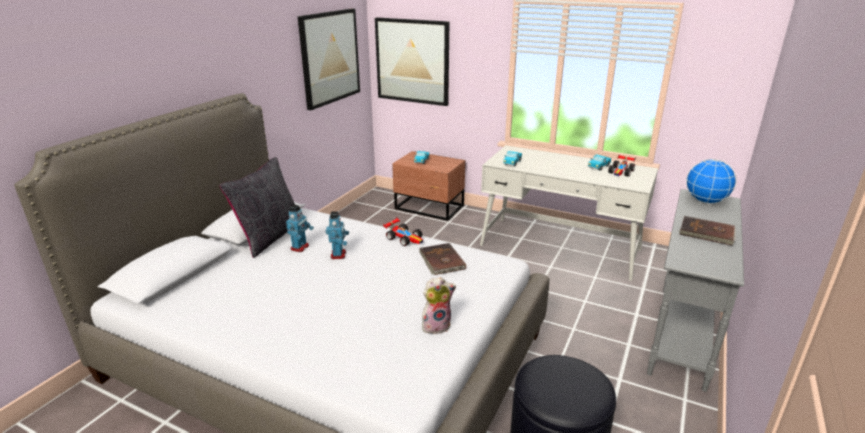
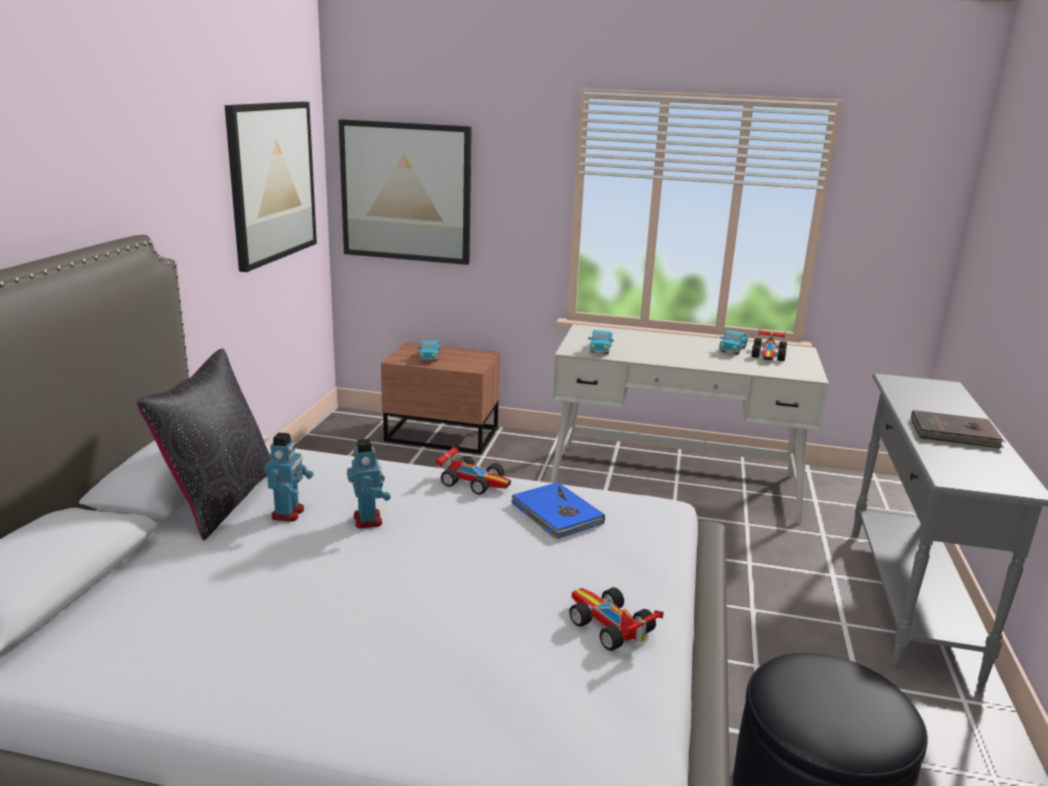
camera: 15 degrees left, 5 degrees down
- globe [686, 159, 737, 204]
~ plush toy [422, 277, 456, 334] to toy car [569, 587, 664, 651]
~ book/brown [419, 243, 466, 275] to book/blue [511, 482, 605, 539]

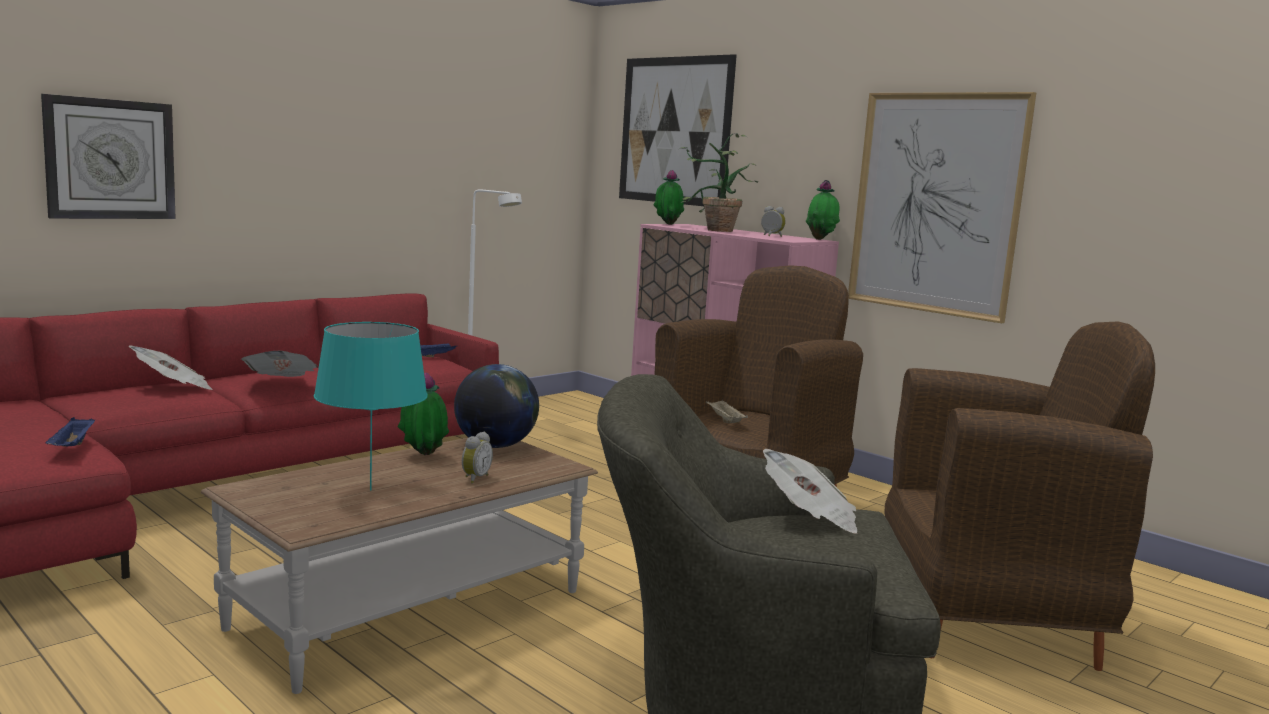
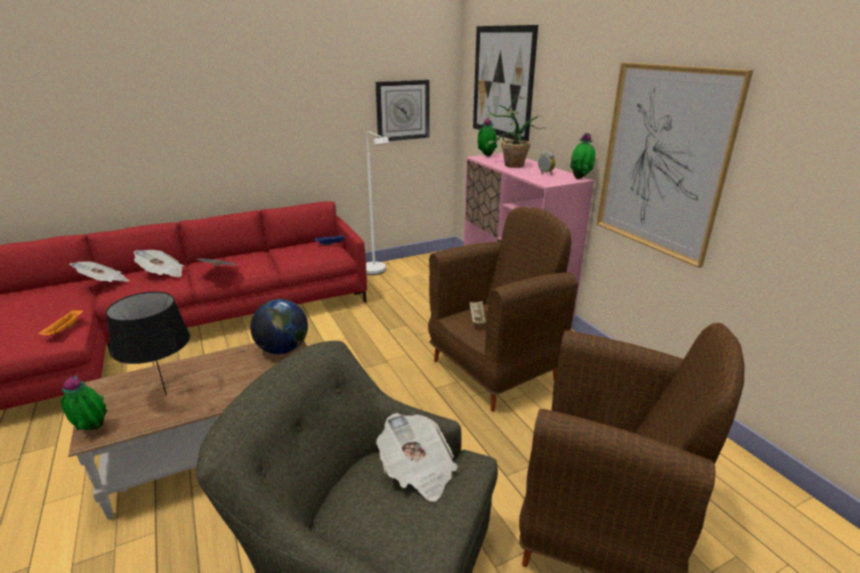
camera: 20 degrees right, 15 degrees up
- alarm clock [462, 432, 493, 484]
+ newspaper [70, 261, 129, 282]
~ wall clock [41, 94, 176, 219] to [376, 80, 429, 141]
~ potted plant [398, 372, 449, 455] to [61, 375, 107, 430]
~ tray/blue [45, 417, 95, 446] to tray/orange [38, 309, 83, 335]
~ table lamp/turquoise [314, 322, 428, 490] to table lamp/black [106, 292, 190, 395]

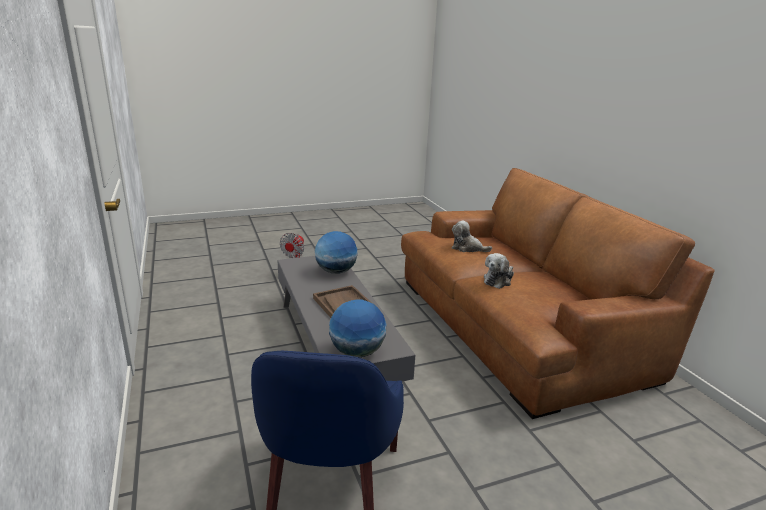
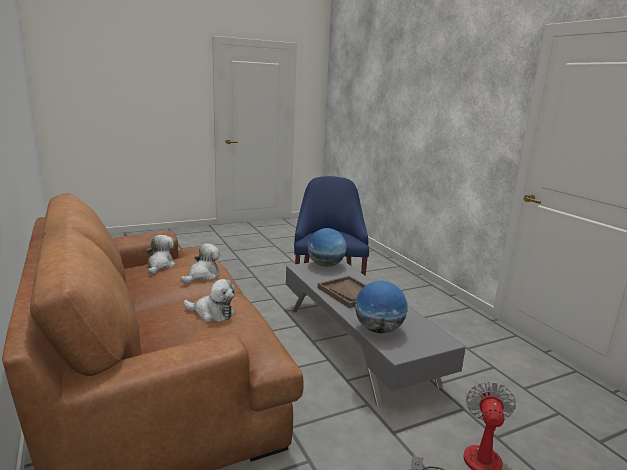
camera: 175 degrees right, 5 degrees down
+ plush toy [146, 235, 175, 275]

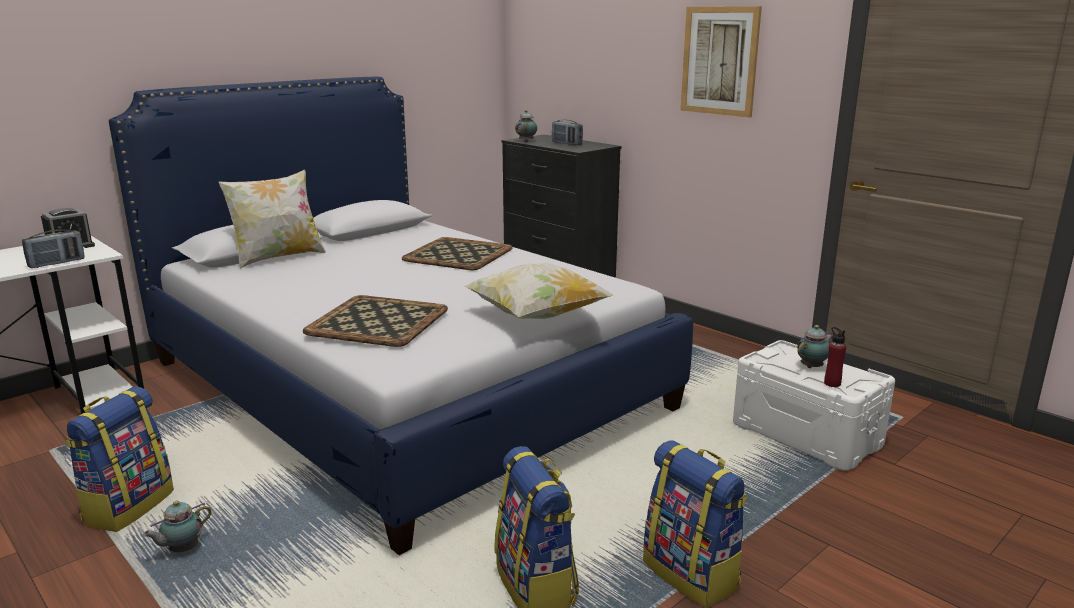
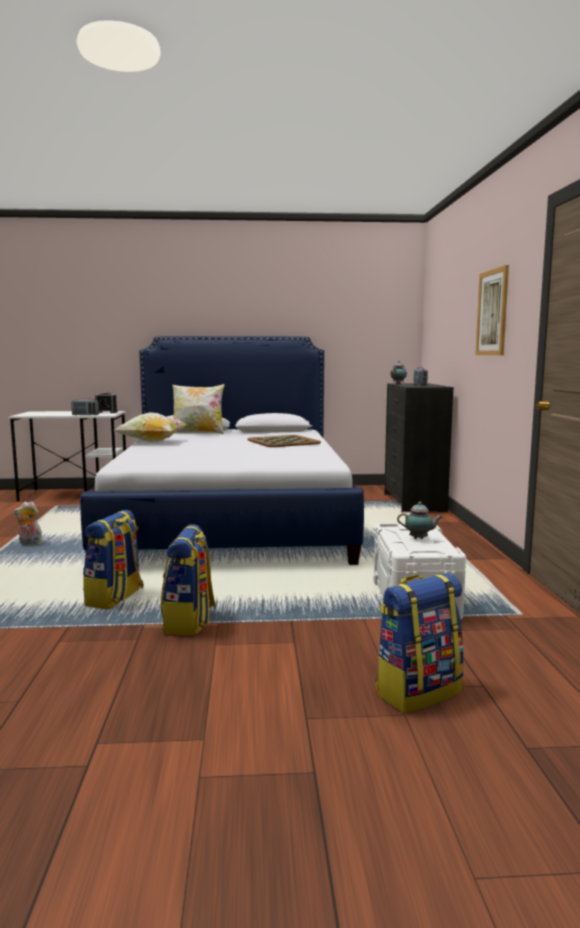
camera: 40 degrees right, 10 degrees down
- tray [303, 295, 448, 347]
- bottle/red [824, 327, 846, 387]
~ backpack [65, 386, 174, 532] to [376, 573, 464, 713]
~ pillow [464, 262, 613, 319] to [113, 412, 188, 442]
~ teapot [143, 501, 212, 552] to plush toy [14, 501, 43, 546]

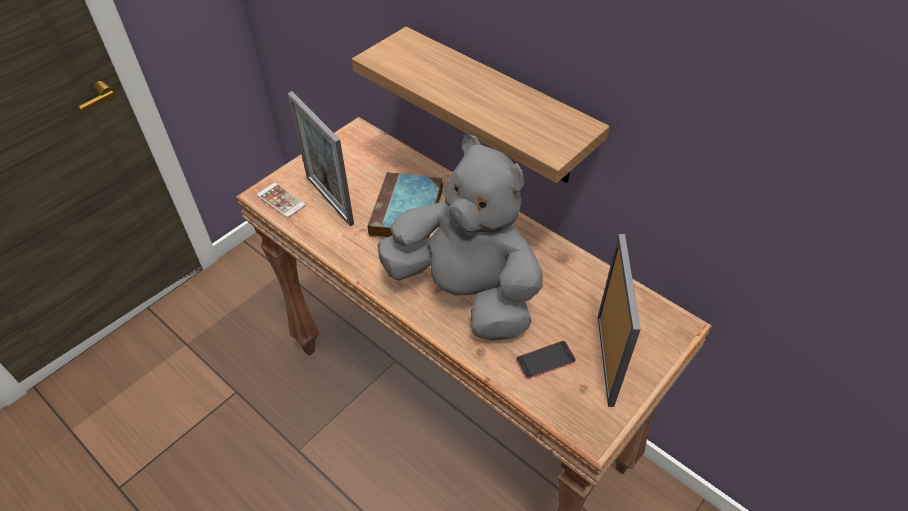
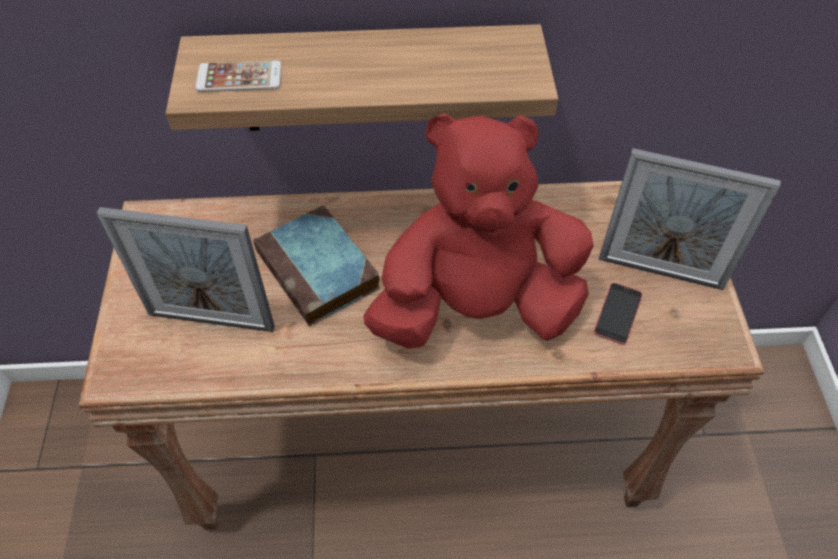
camera: 45 degrees left, 5 degrees up
~ phone [257, 183, 306, 218] to [195, 60, 282, 92]
~ plush toy/grey [378, 135, 543, 341] to plush toy/red [363, 113, 593, 348]
~ picture frame [598, 234, 641, 407] = [599, 148, 781, 290] 150 degrees clockwise

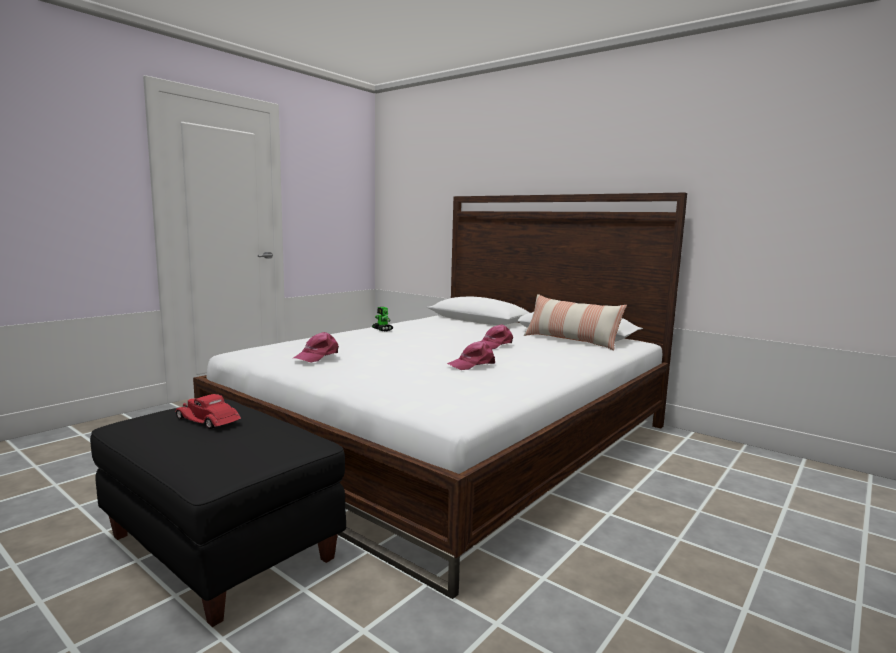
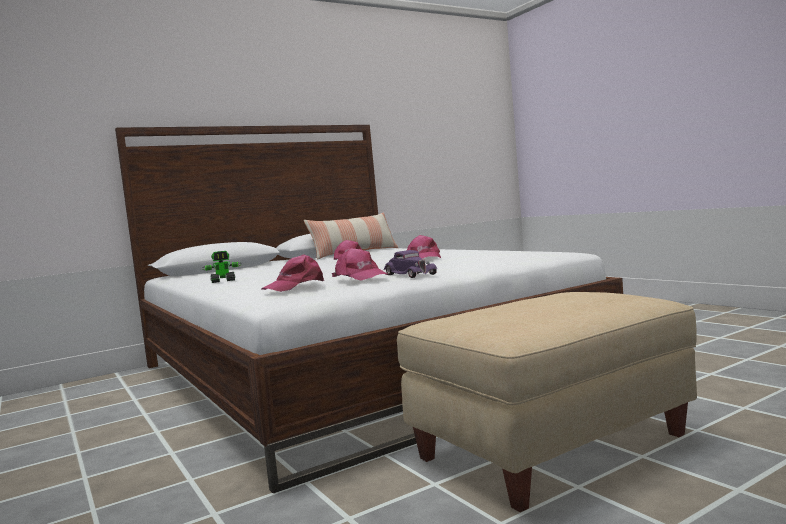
camera: 70 degrees left, 5 degrees down
- toy car/red [175, 394, 241, 429]
+ cap/pink [262, 254, 324, 292]
+ toy car/purple [384, 250, 437, 278]
~ ottoman/black [90, 399, 346, 627] to ottoman/beige [397, 292, 697, 512]

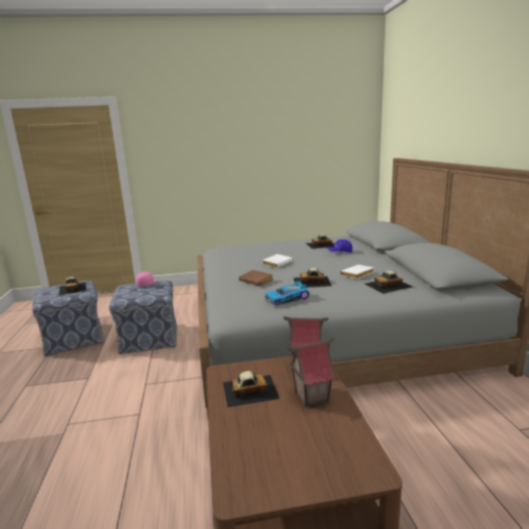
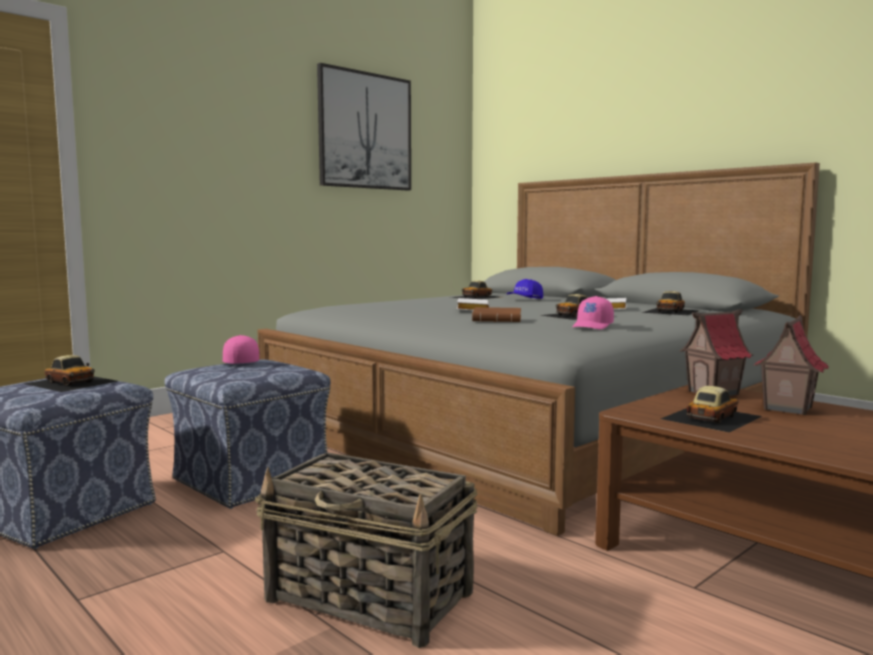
camera: 35 degrees left, 10 degrees down
+ basket [255, 452, 478, 648]
+ picture [317, 63, 411, 190]
~ toy car [264, 281, 309, 306] to cap/pink [572, 296, 614, 330]

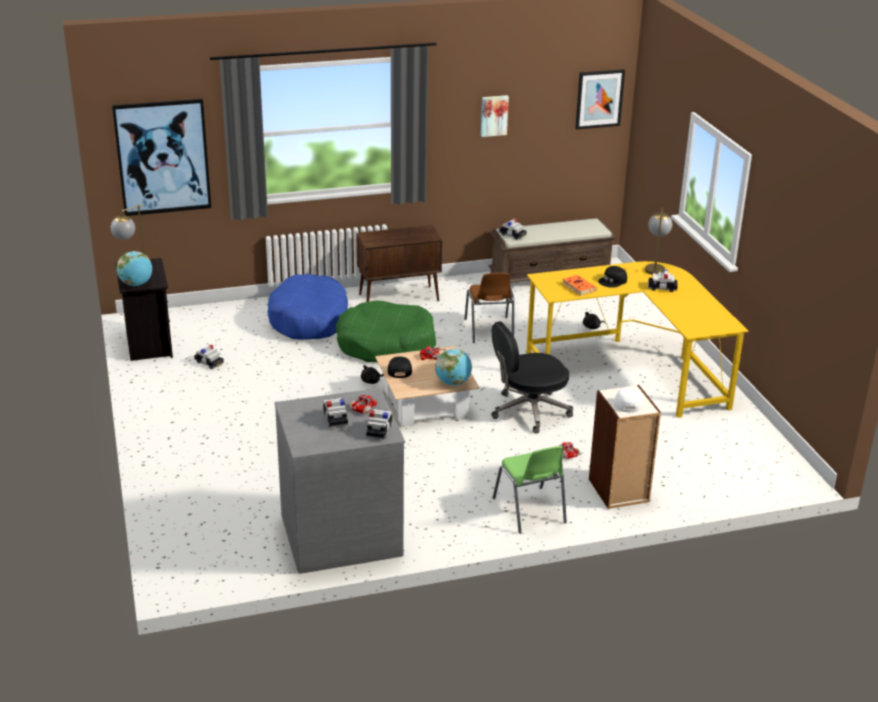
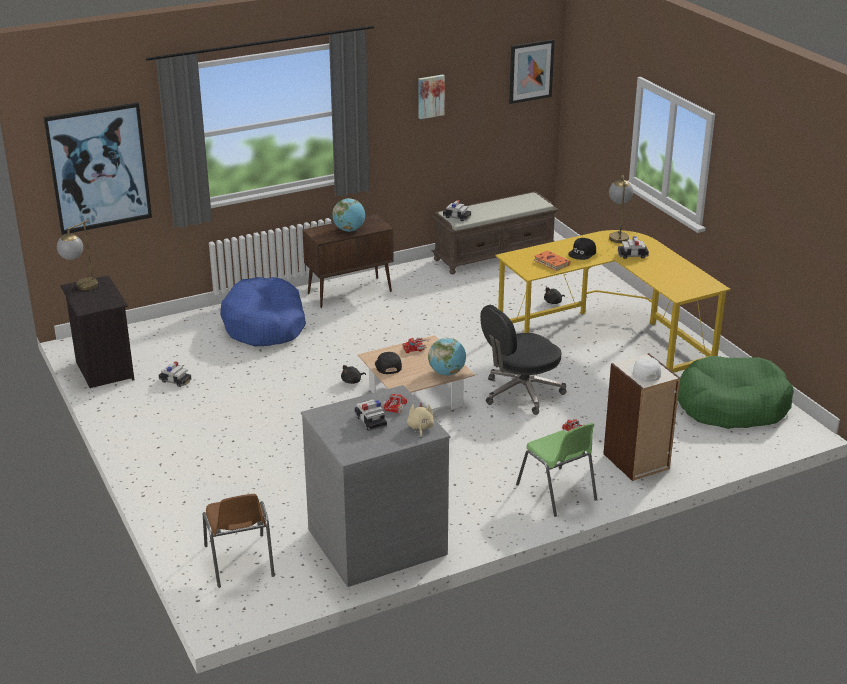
camera: 10 degrees left, 0 degrees up
~ globe [117, 251, 152, 286] to [332, 198, 365, 232]
~ dog bed/green [336, 300, 436, 362] to [678, 356, 794, 429]
~ chair/brown [465, 273, 514, 343] to [203, 494, 275, 588]
~ toy car [366, 409, 393, 440] to plush toy/beige [407, 403, 434, 438]

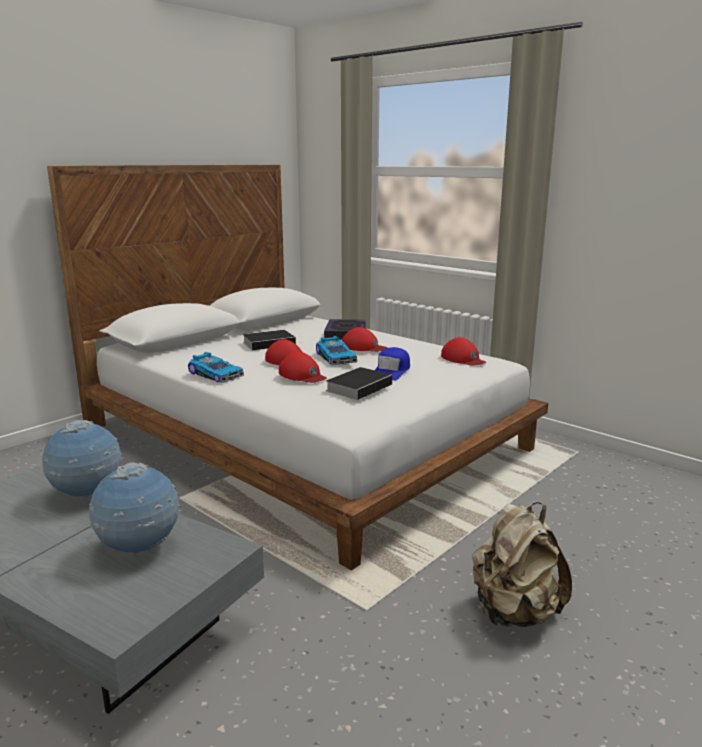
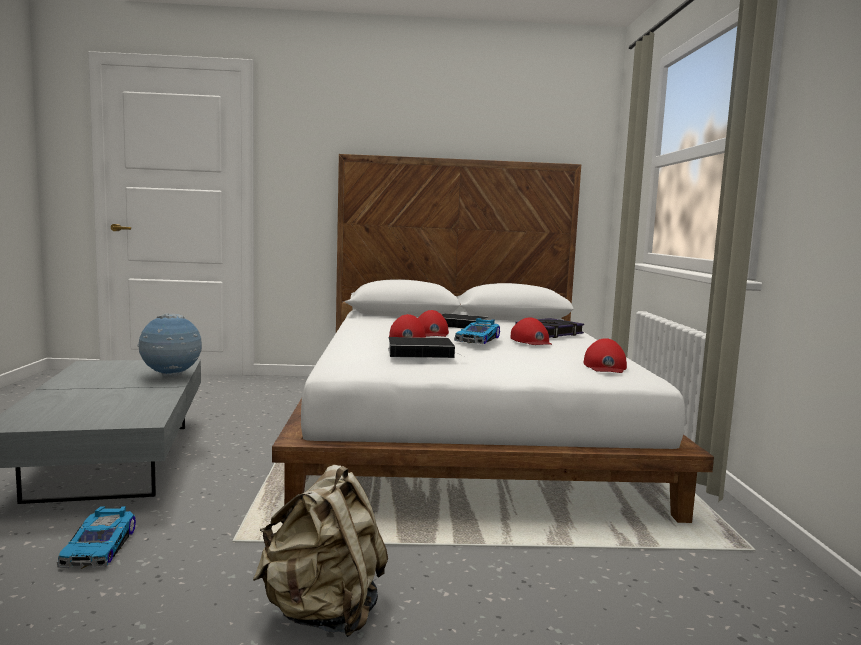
camera: 45 degrees right, 10 degrees down
- globe [89, 462, 181, 555]
- cap/blue [375, 347, 410, 380]
~ toy car [188, 352, 244, 383] to [57, 506, 136, 569]

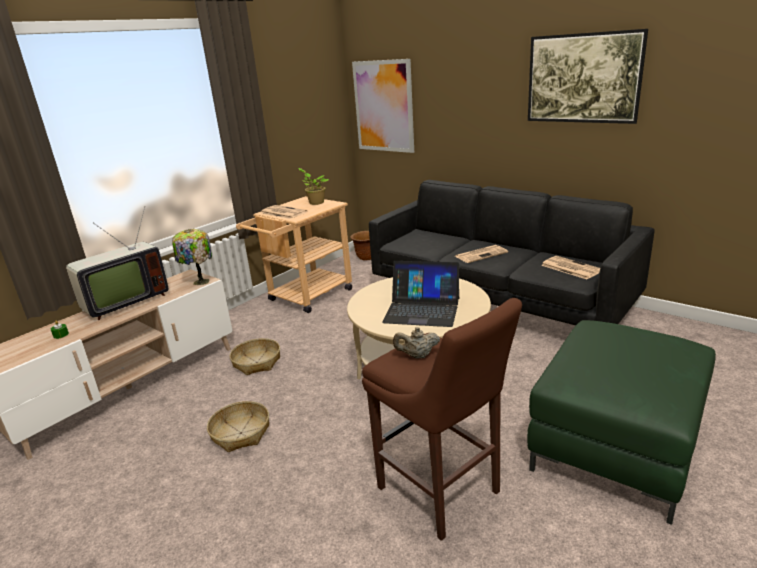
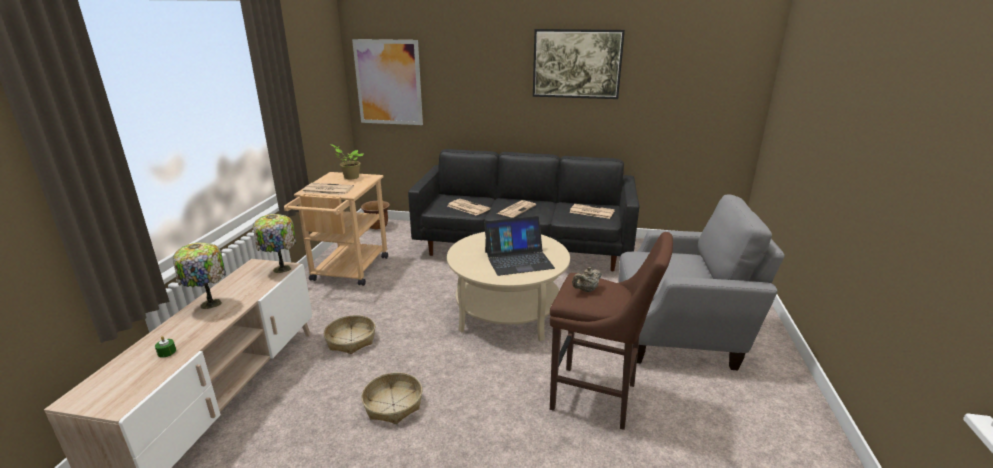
camera: 30 degrees left, 0 degrees up
+ newspaper [448, 199, 490, 216]
~ television [66, 206, 169, 320] to table lamp [173, 242, 226, 309]
~ ottoman/green [527, 320, 716, 525] to armchair/grey [618, 194, 785, 370]

